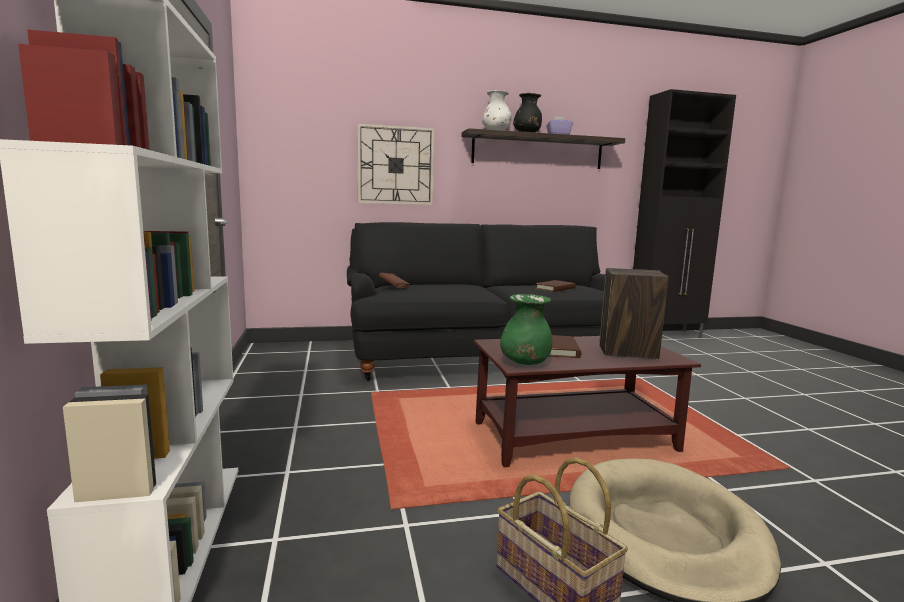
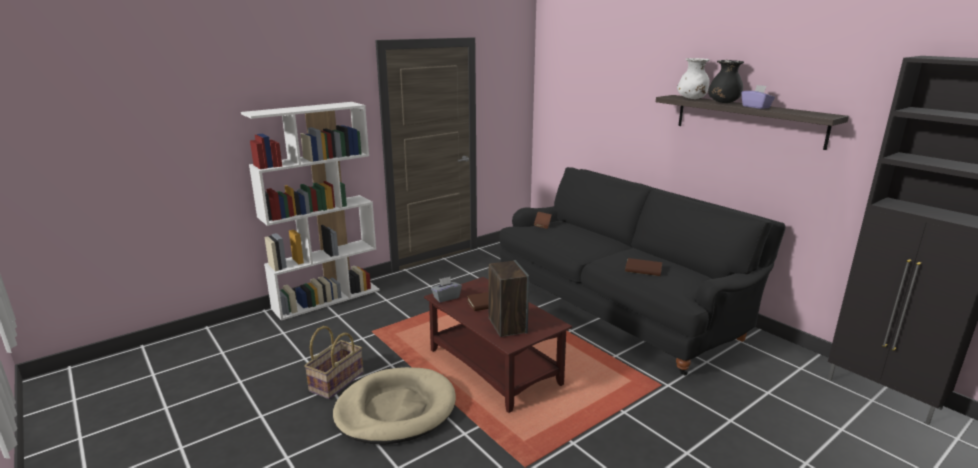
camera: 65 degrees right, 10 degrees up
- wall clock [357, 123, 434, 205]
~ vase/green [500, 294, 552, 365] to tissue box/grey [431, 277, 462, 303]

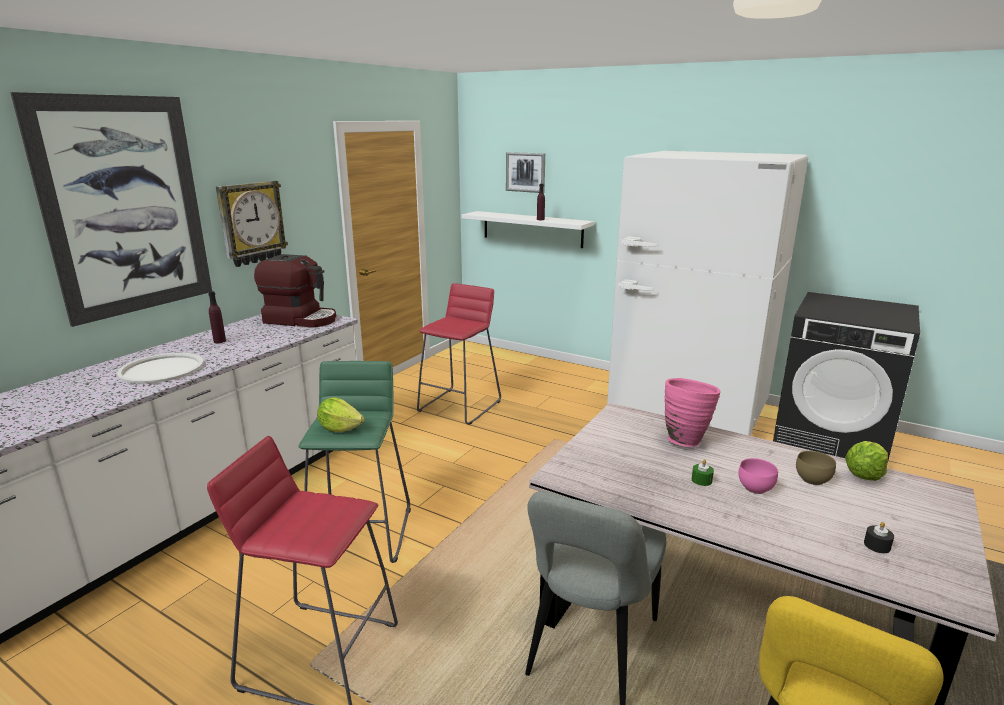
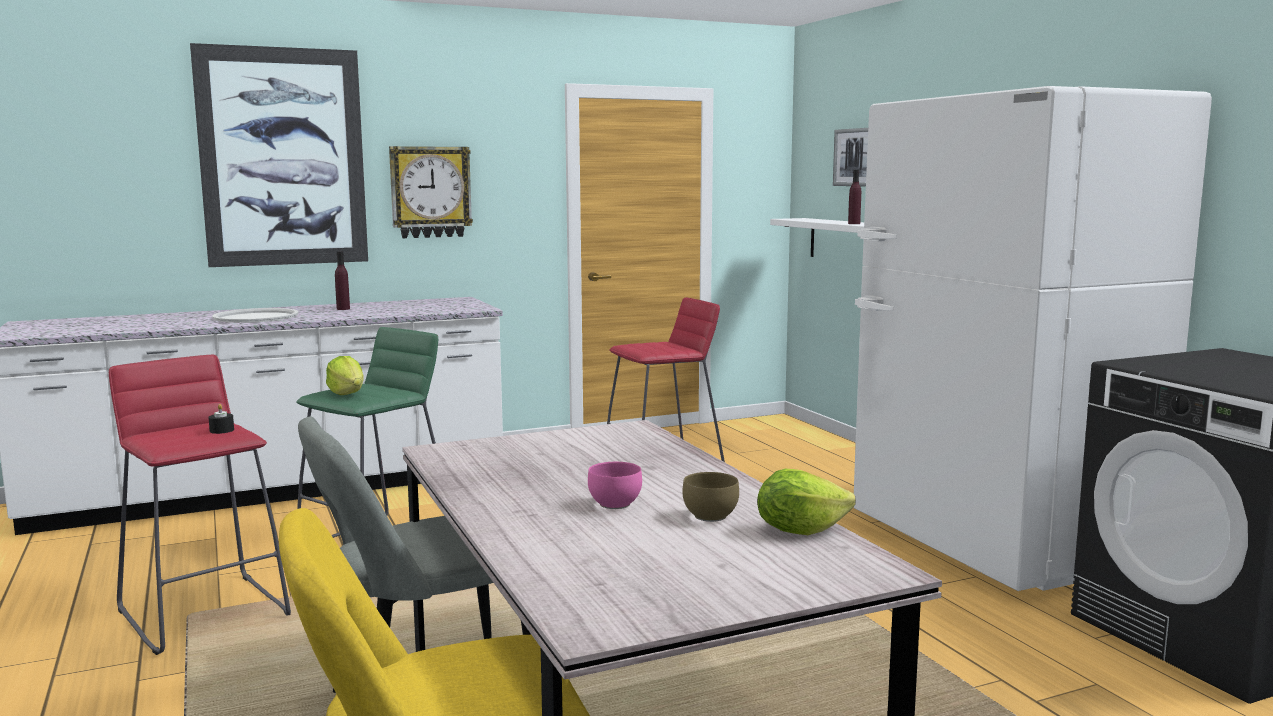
camera: 35 degrees right, 10 degrees down
- coffee machine [254, 254, 336, 328]
- vase/pink [665, 378, 721, 447]
- candle/green [692, 459, 714, 486]
~ candle/black [864, 522, 894, 553] to [208, 404, 234, 434]

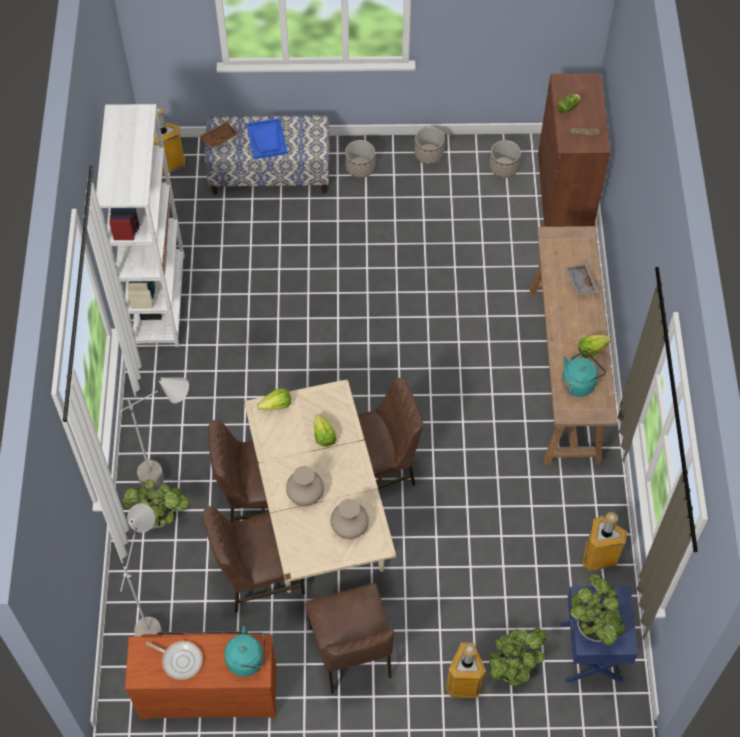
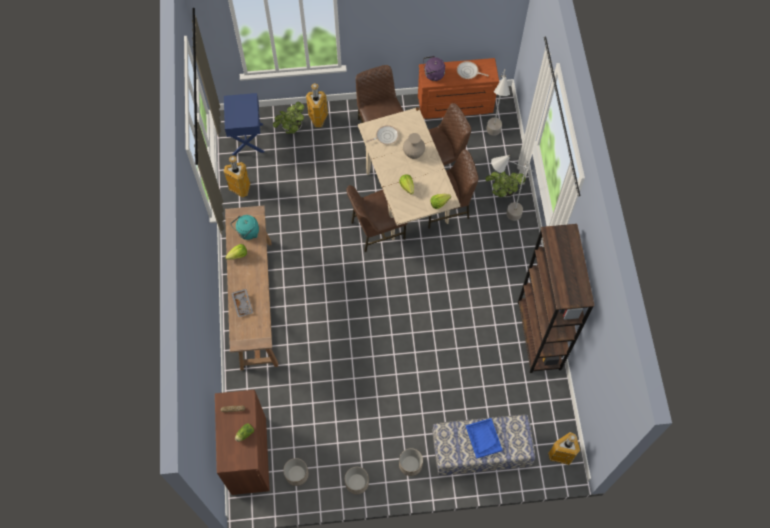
camera: 175 degrees right, 5 degrees up
- tray/brown [199, 122, 239, 148]
- potted plant [570, 574, 626, 645]
~ vase/beige [330, 499, 369, 539] to frying pan [366, 125, 399, 145]
~ bookcase/white [96, 104, 185, 347] to bookcase/brown [518, 224, 595, 373]
~ kettle/turquoise [224, 626, 265, 677] to kettle/purple [423, 56, 445, 81]

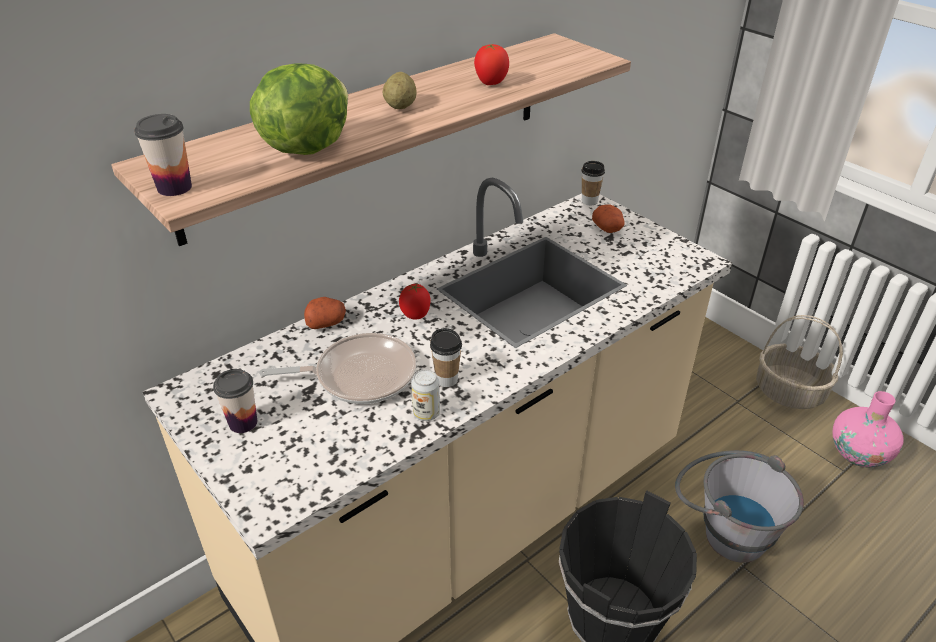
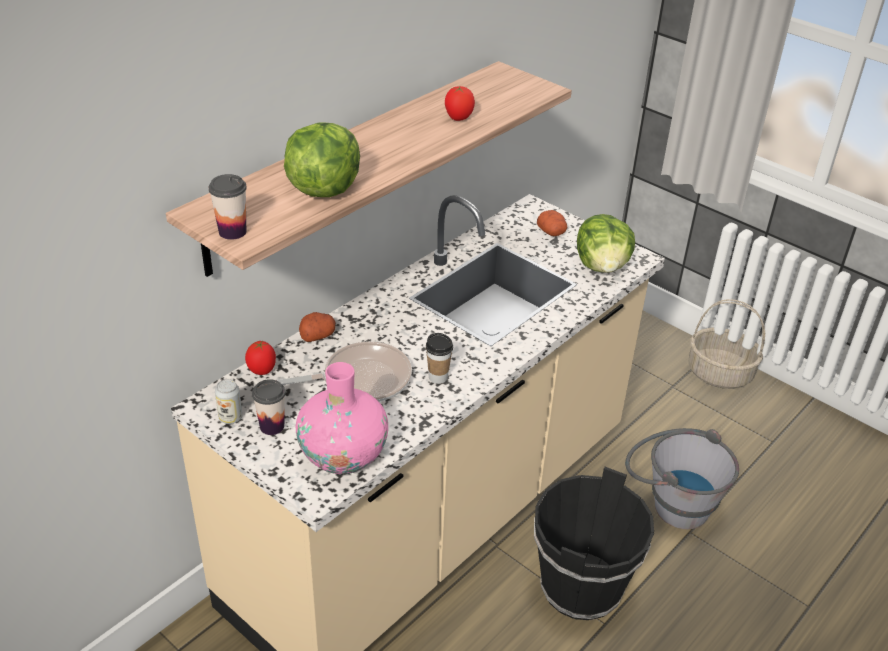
camera: 10 degrees left, 0 degrees up
- potato [383, 72, 417, 109]
- cup [581, 161, 605, 205]
+ lettuce [577, 214, 635, 273]
~ tomato [399, 284, 431, 319] to [245, 340, 276, 375]
~ can [411, 369, 440, 421] to [215, 379, 242, 424]
~ vase/pink [832, 391, 903, 467] to [296, 362, 388, 474]

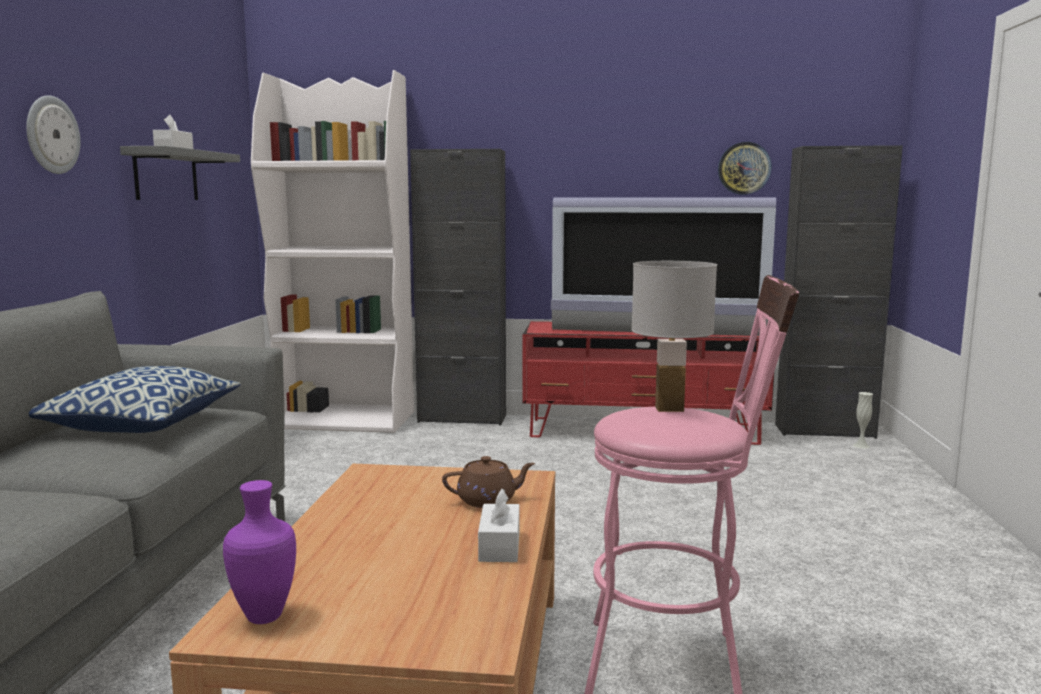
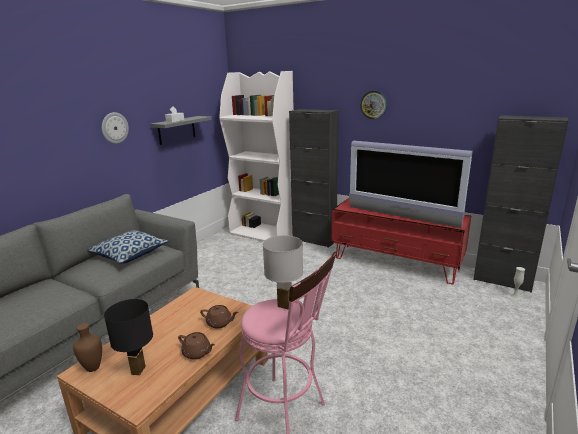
camera: 25 degrees right, 10 degrees up
+ table lamp/black [104, 299, 153, 375]
~ wall clock [718, 142, 772, 195] to [360, 91, 387, 119]
~ tissue box/white [478, 489, 519, 562] to teapot/brown [178, 332, 215, 359]
~ vase/purple [223, 480, 296, 624] to vase/brown [73, 323, 102, 372]

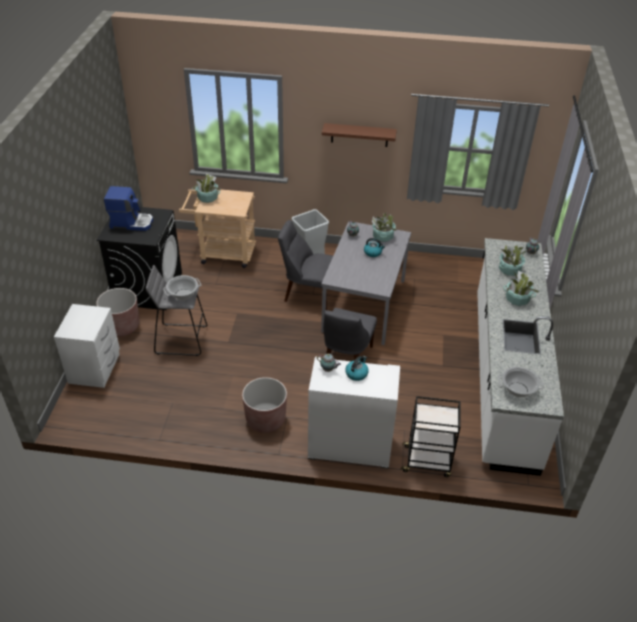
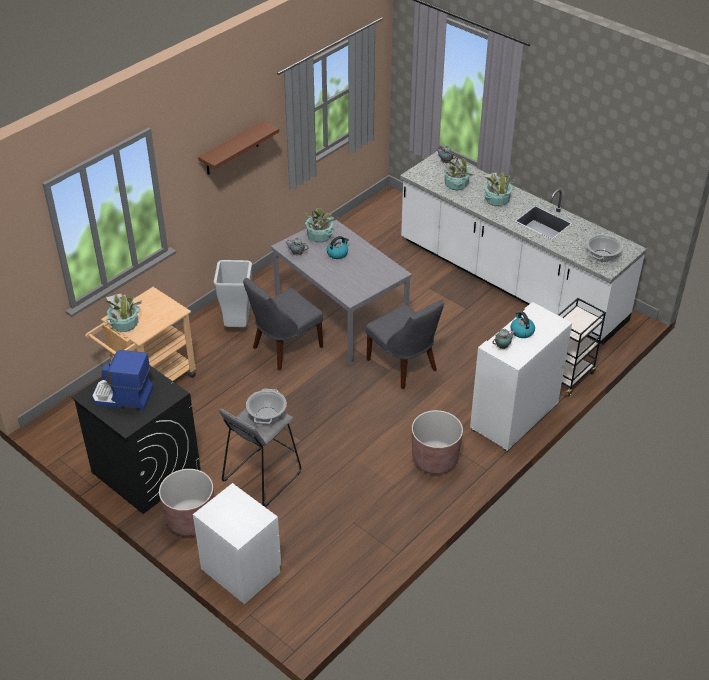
camera: 55 degrees left, 0 degrees up
~ coffee machine [104, 186, 153, 231] = [92, 350, 153, 410] 120 degrees counterclockwise

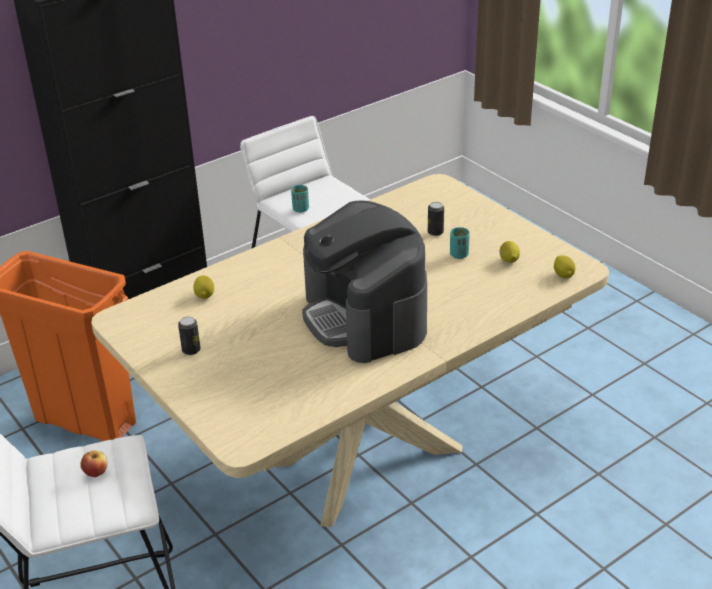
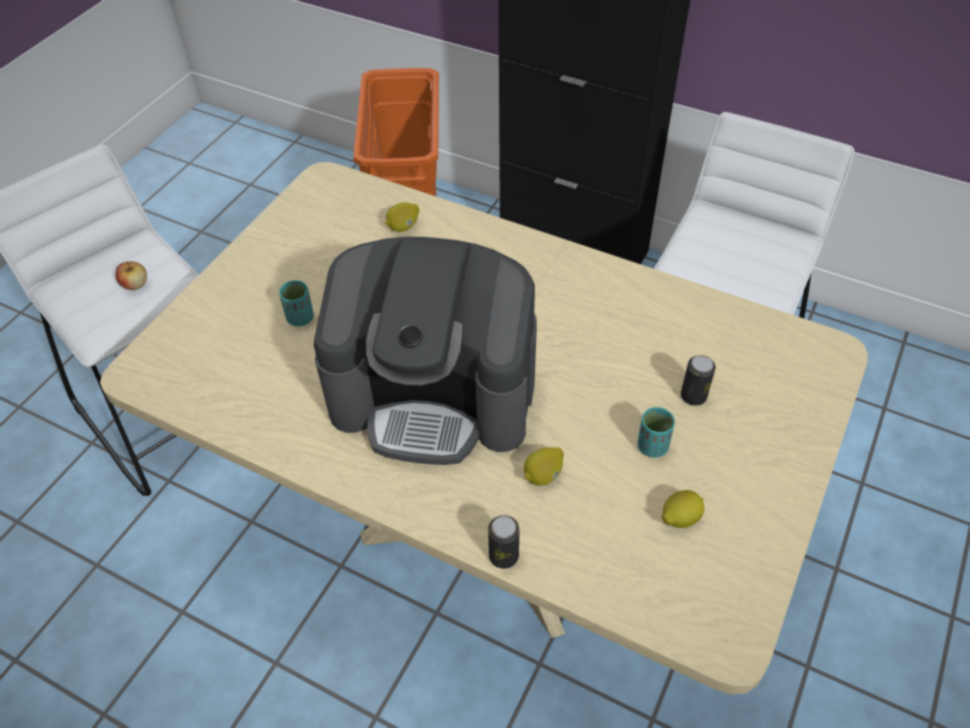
camera: 65 degrees right, 15 degrees up
~ can [178, 317, 201, 355] to [488, 515, 520, 569]
~ cup/turquoise [291, 185, 309, 213] to [279, 280, 314, 326]
~ lemon [554, 255, 576, 278] to [524, 447, 564, 486]
~ coffee machine [302, 201, 427, 363] = [314, 237, 537, 465] 120 degrees counterclockwise

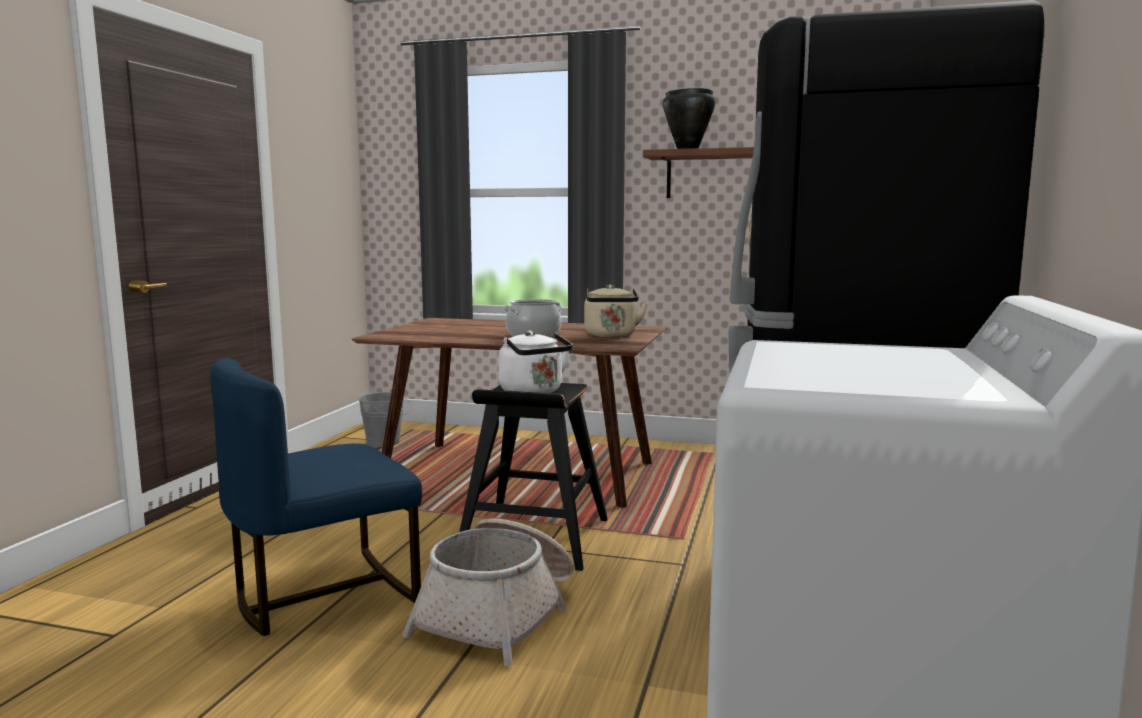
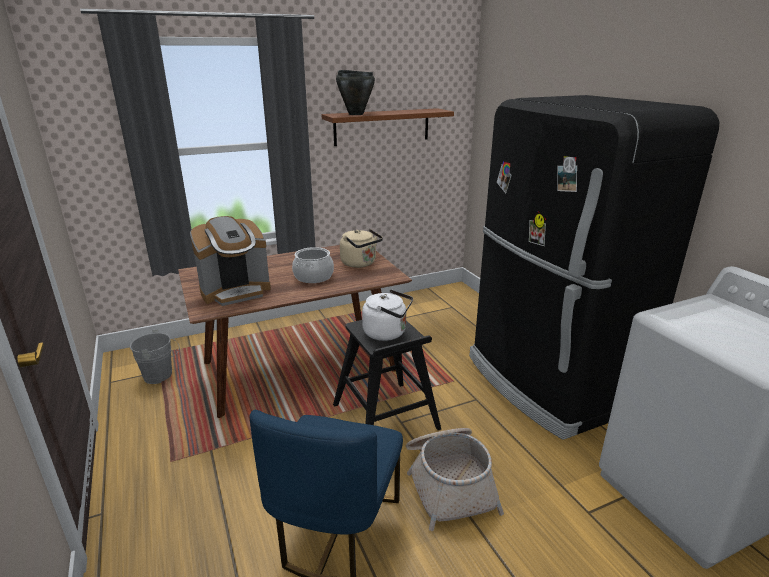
camera: 40 degrees left, 15 degrees up
+ coffee machine [190, 216, 271, 306]

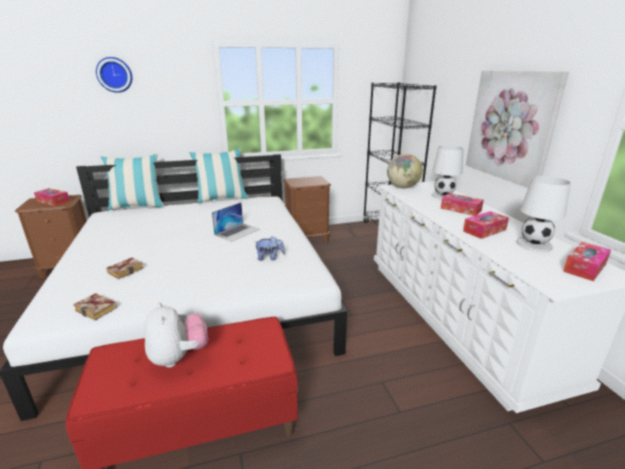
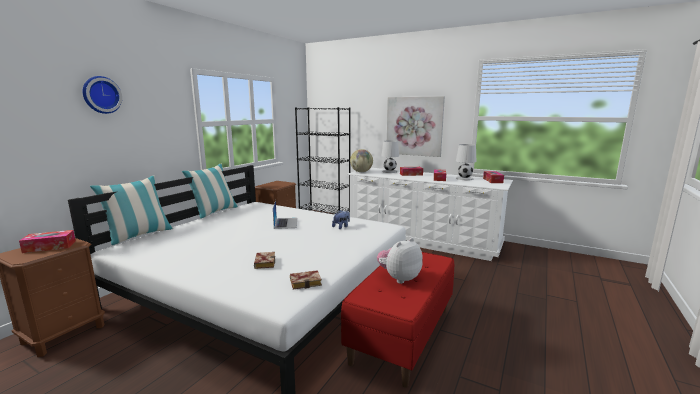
camera: 45 degrees left, 10 degrees down
~ plush toy [144, 302, 208, 368] = [377, 238, 423, 284] 60 degrees counterclockwise

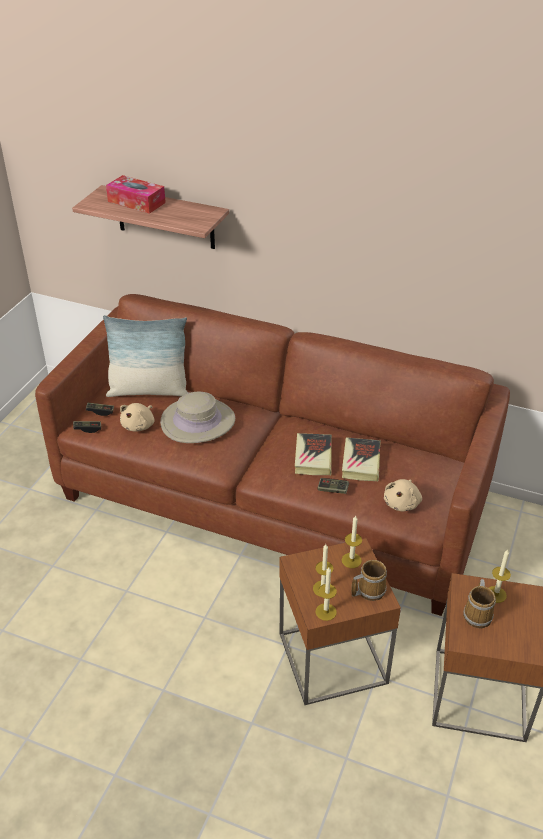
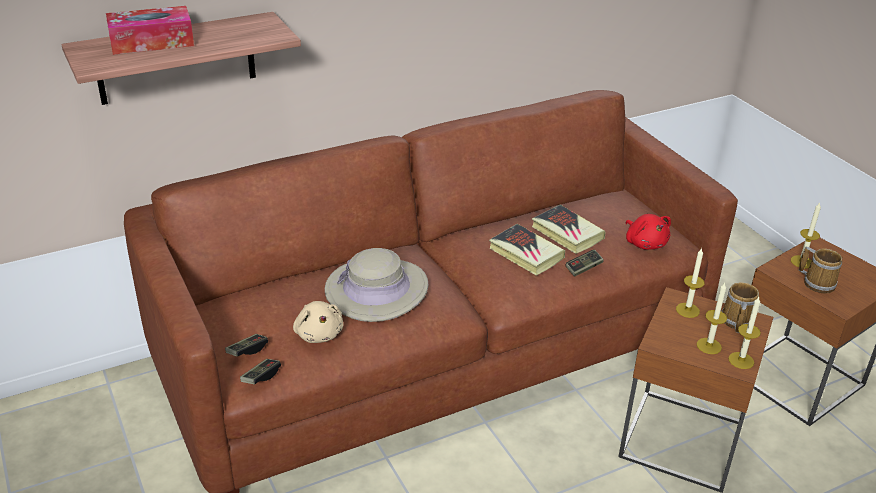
camera: 50 degrees left, 5 degrees down
- pillow [103, 315, 188, 397]
~ plush toy/beige [384, 479, 422, 511] to plush toy/red [626, 214, 671, 250]

